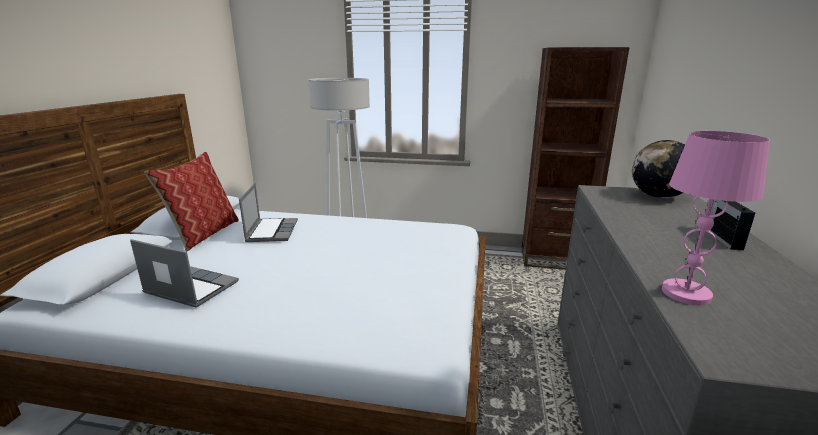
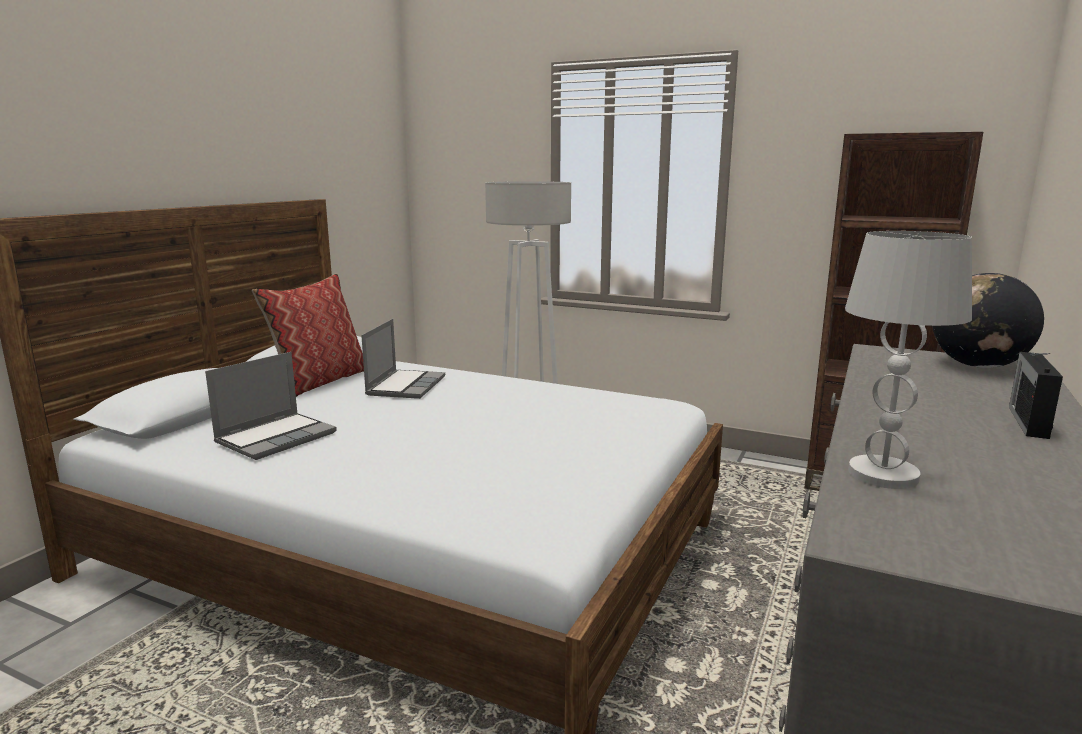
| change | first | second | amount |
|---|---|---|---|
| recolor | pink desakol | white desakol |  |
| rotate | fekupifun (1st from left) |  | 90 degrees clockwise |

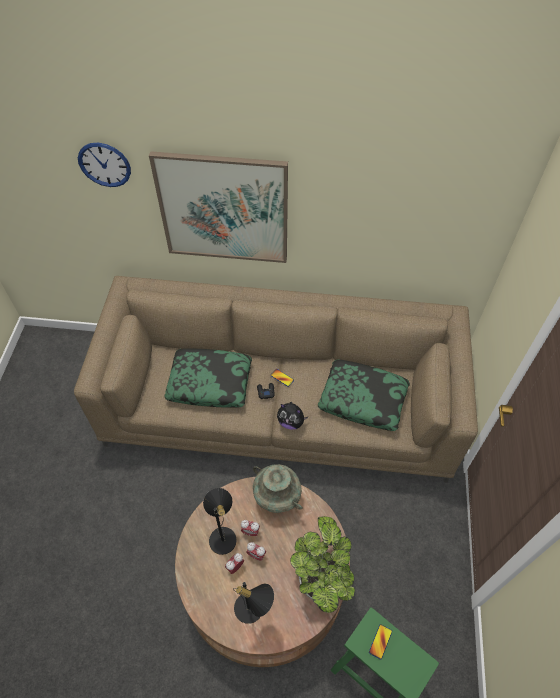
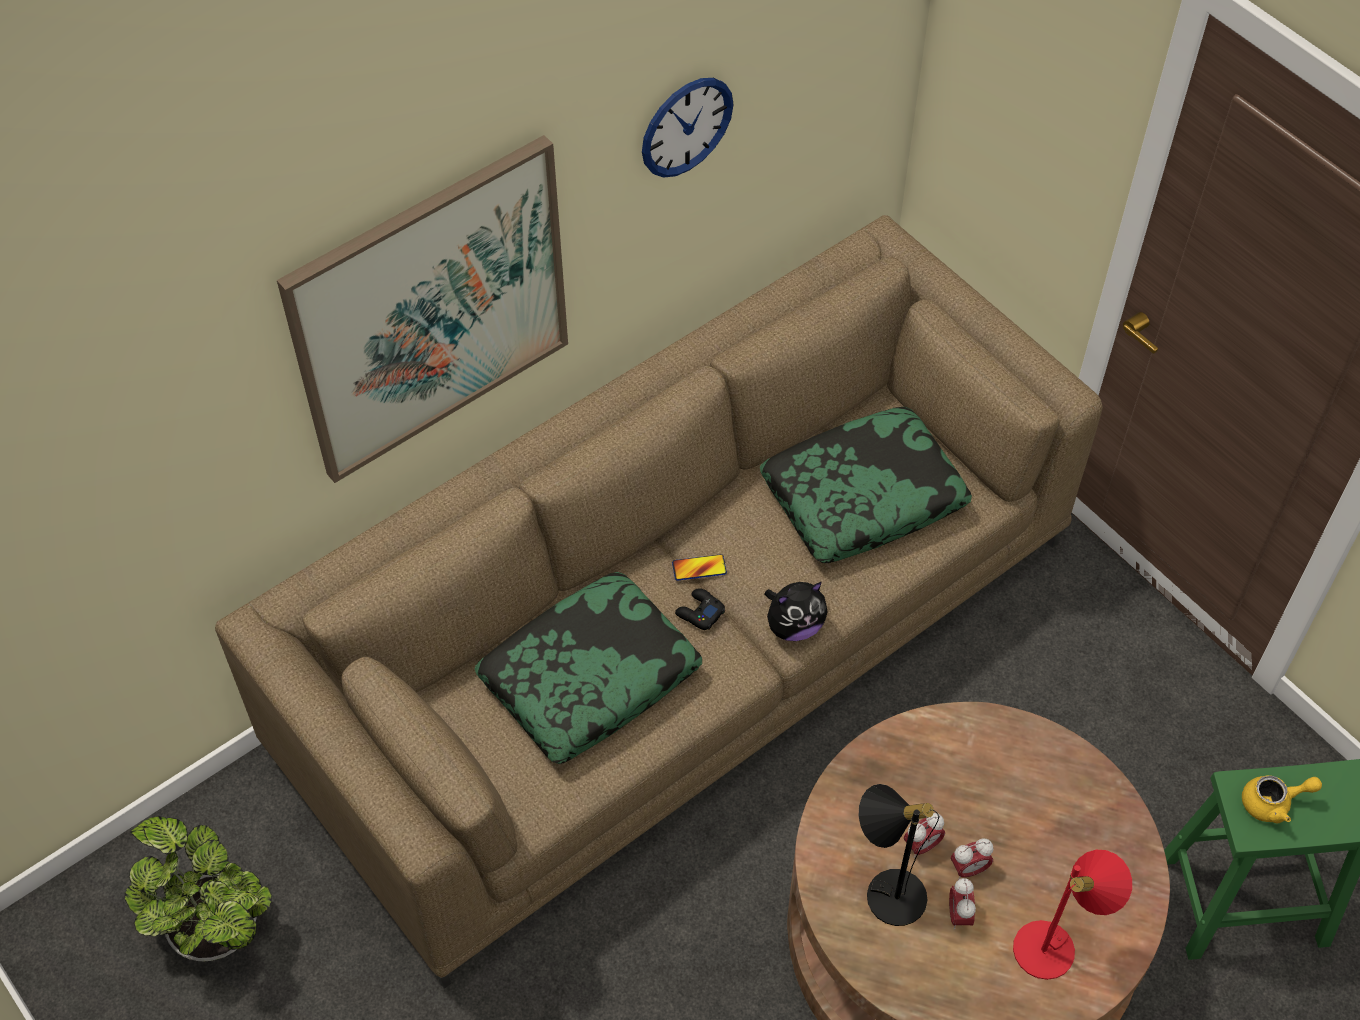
| change | first | second | amount |
|---|---|---|---|
| move | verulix |  |  |
| delete | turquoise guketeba |  |  |
| move | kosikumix |  |  |
| recolor | black desakol (2nd from left) | red desakol |  |
| replace | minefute (2nd from left) | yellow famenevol |  |

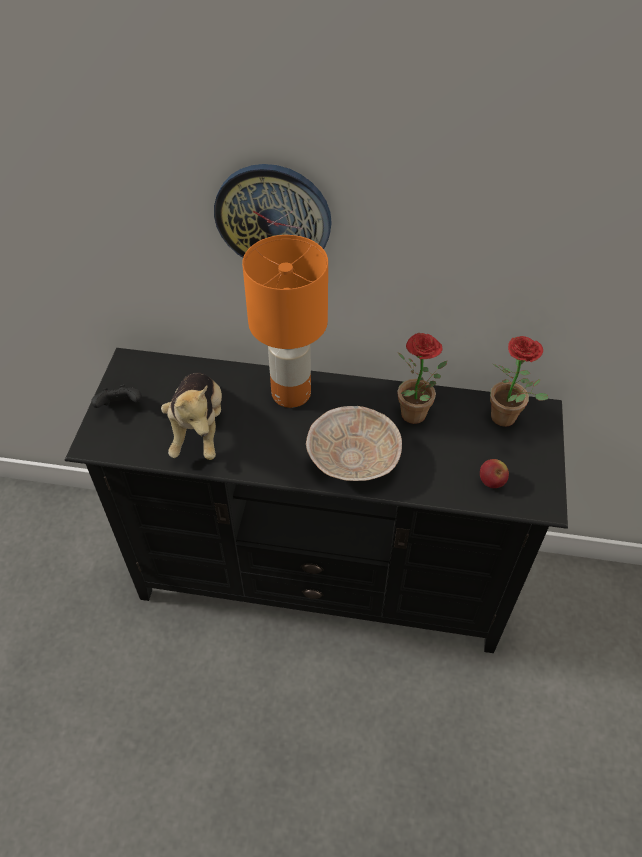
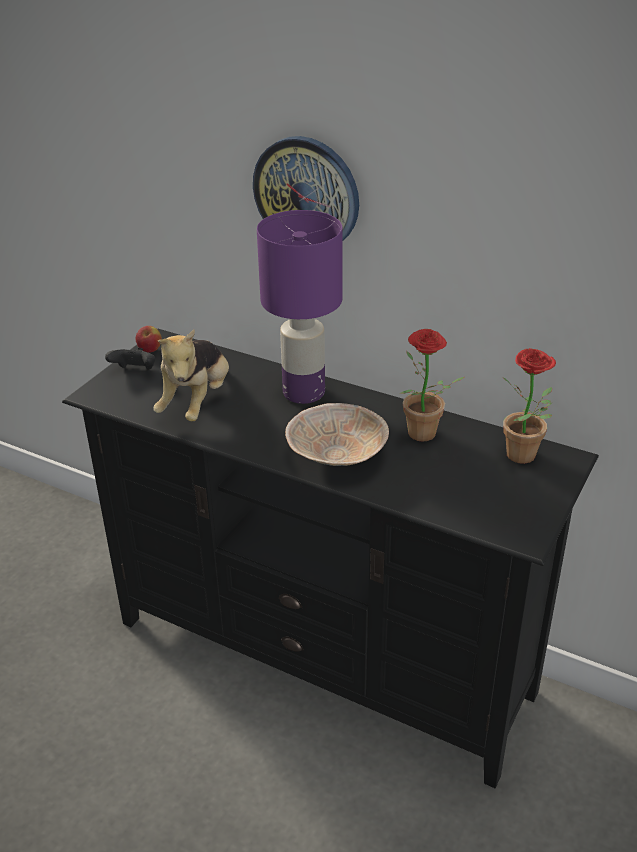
| change | first | second | amount |
|---|---|---|---|
| recolor | orange desakol | purple desakol |  |
| move | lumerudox |  |  |

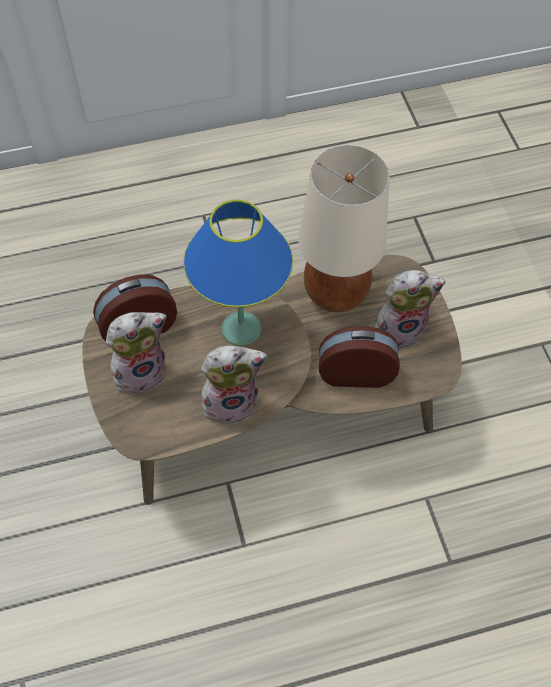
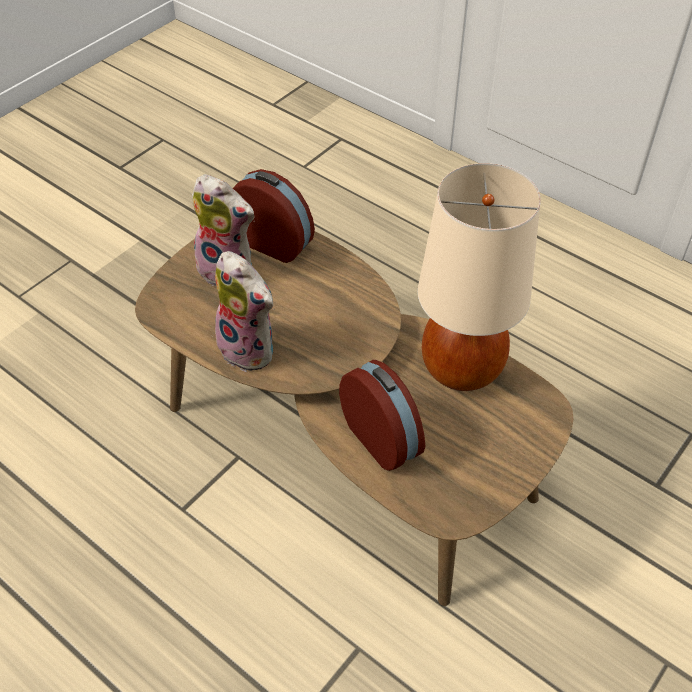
| change | first | second | amount |
|---|---|---|---|
| delete | blue desakol |  |  |
| delete | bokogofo (3rd from left) |  |  |

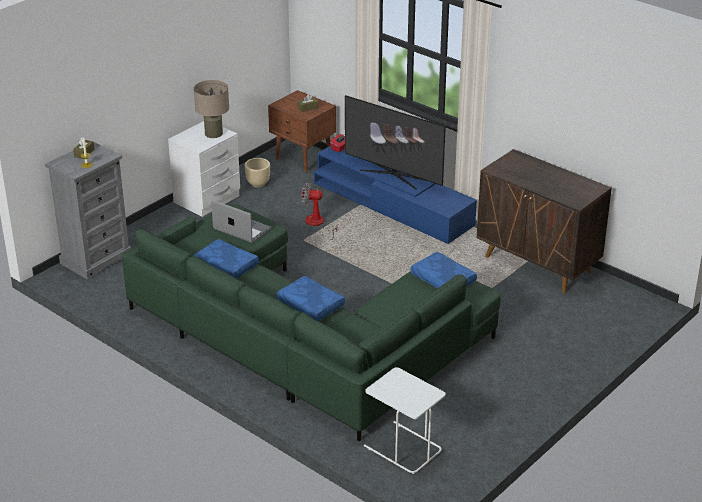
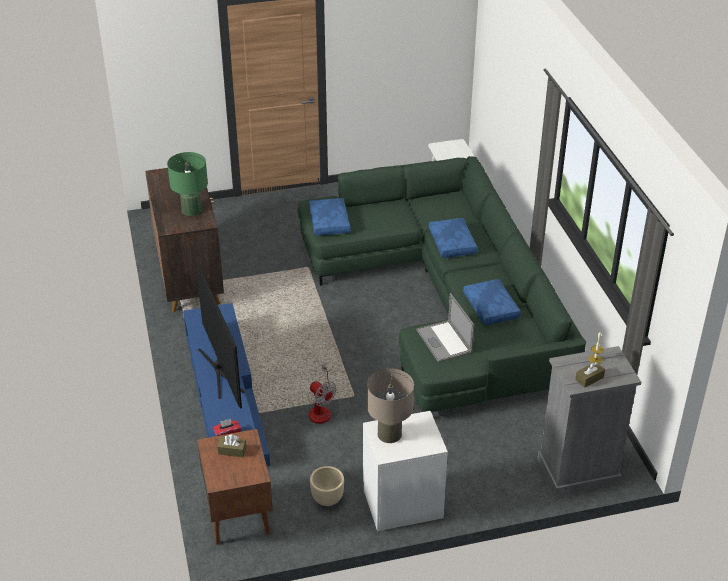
| change | first | second | amount |
|---|---|---|---|
| insert |  | green desakol |  |

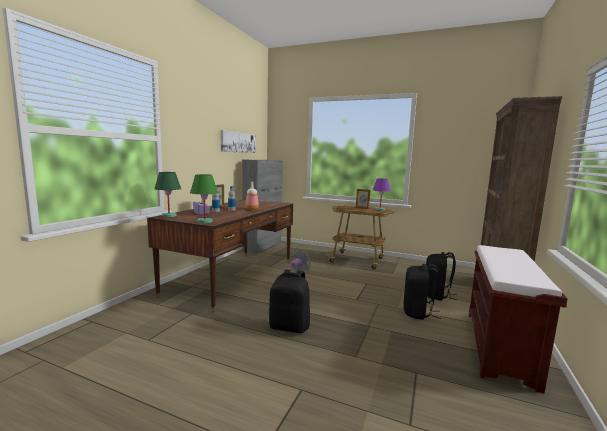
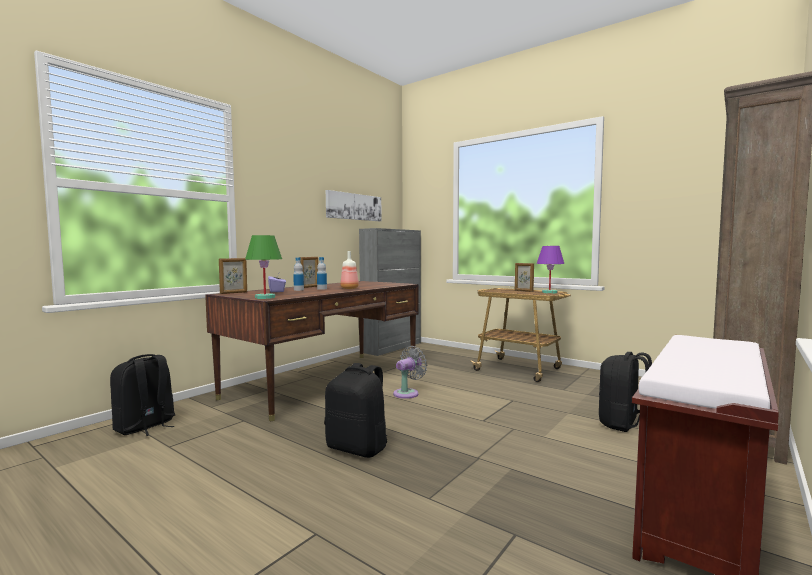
| change | first | second | amount |
|---|---|---|---|
| replace | green desakol (1st from left) | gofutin (1st from left) |  |
| move | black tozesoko (2nd from left in the first image) | black tozesoko (1st from left) |  |

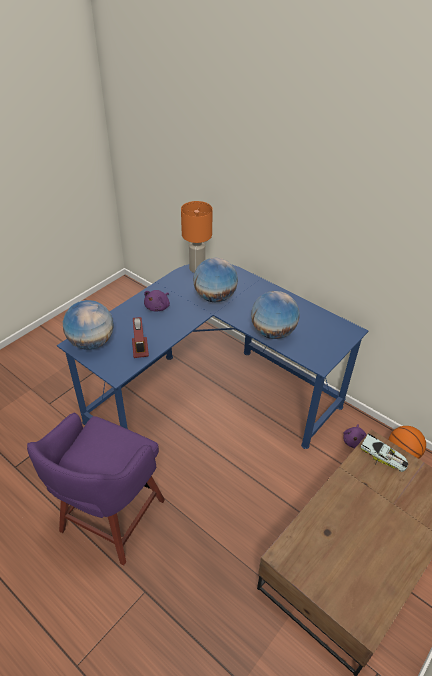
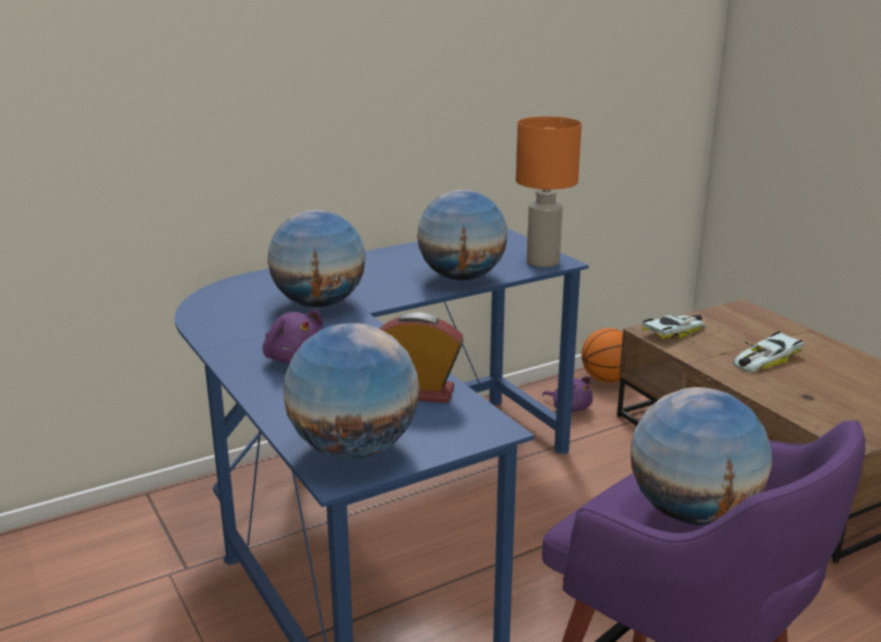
| change | first | second | amount |
|---|---|---|---|
| move | orange desakol |  |  |
| insert |  | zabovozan (2nd from left) |  |
| insert |  | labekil (4th from left) |  |

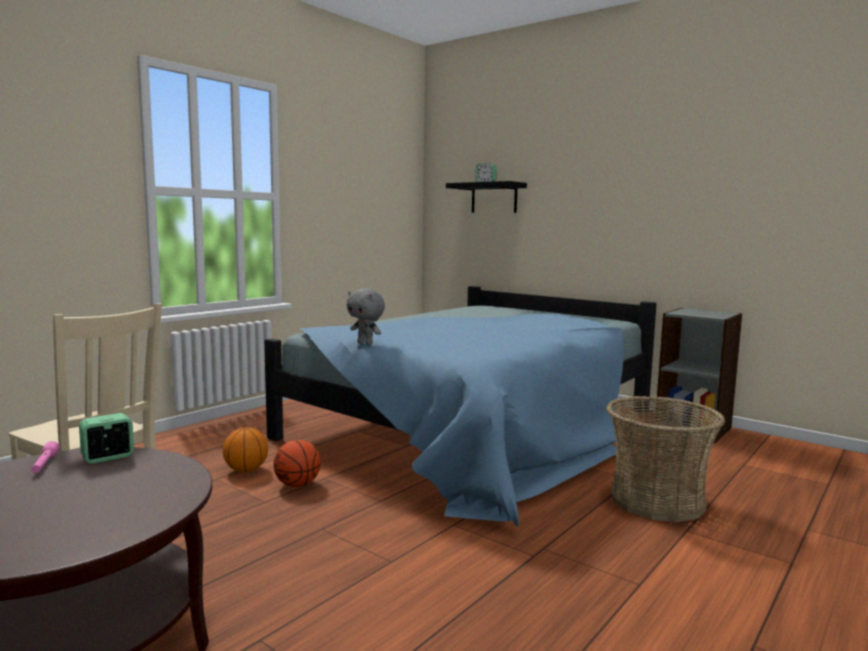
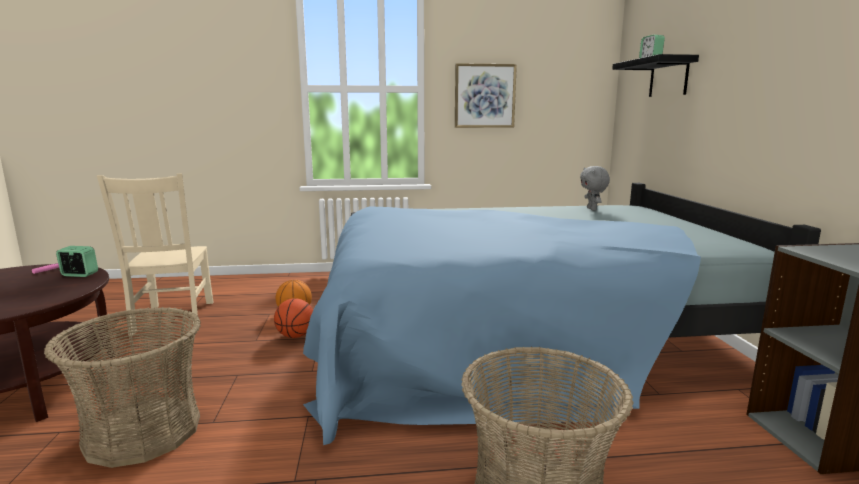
| change | first | second | amount |
|---|---|---|---|
| move | grey bokogofo |  |  |
| insert |  | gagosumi |  |
| insert |  | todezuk (1st from left) |  |

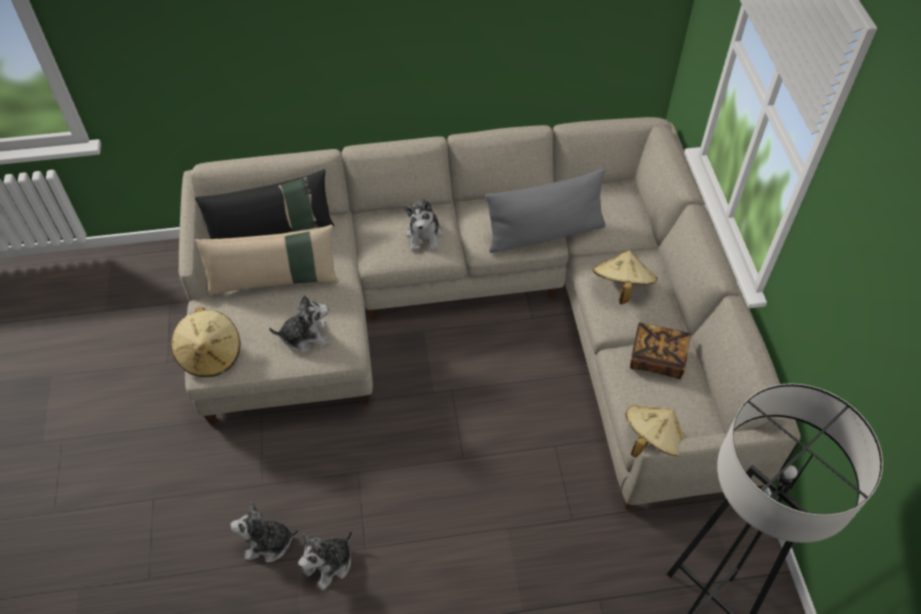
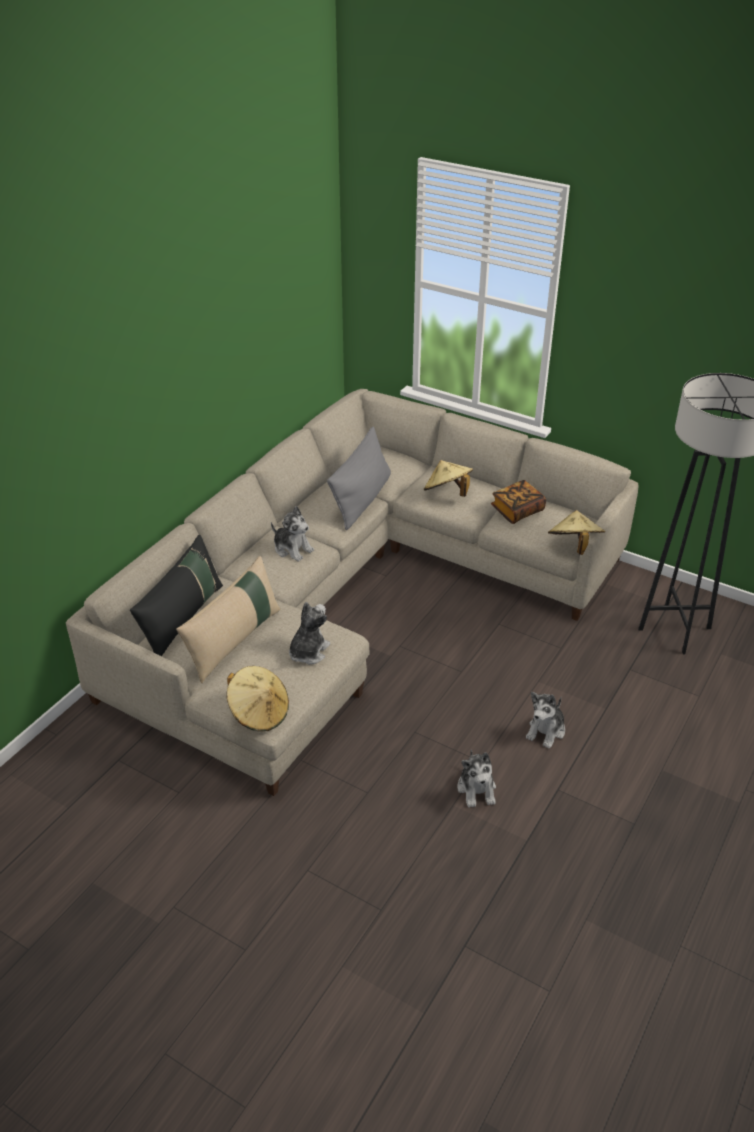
| change | first | second | amount |
|---|---|---|---|
| move | bokogofo (1st from left in the first image) | bokogofo (4th from left) |  |

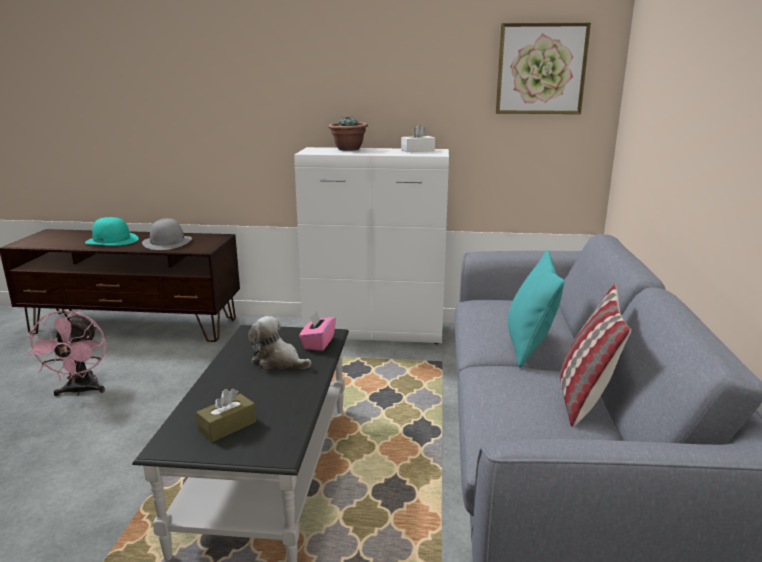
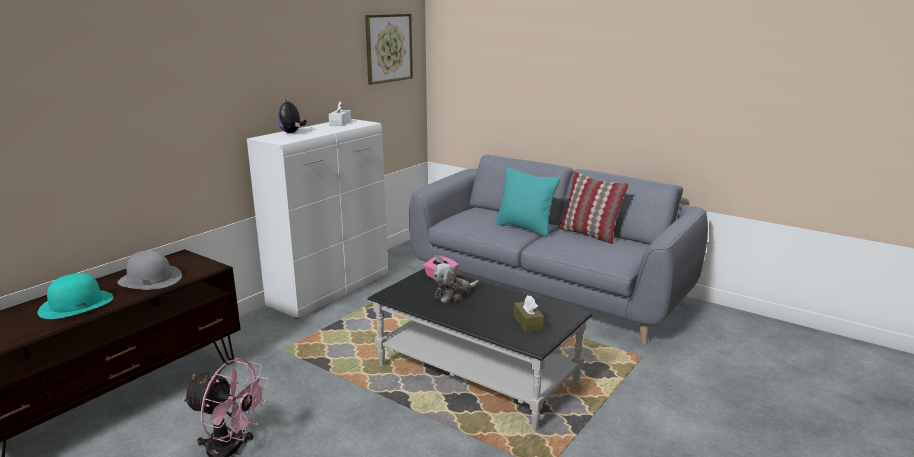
| change | first | second | amount |
|---|---|---|---|
| replace | kosikumix | bokogofo (1st from left) |  |

